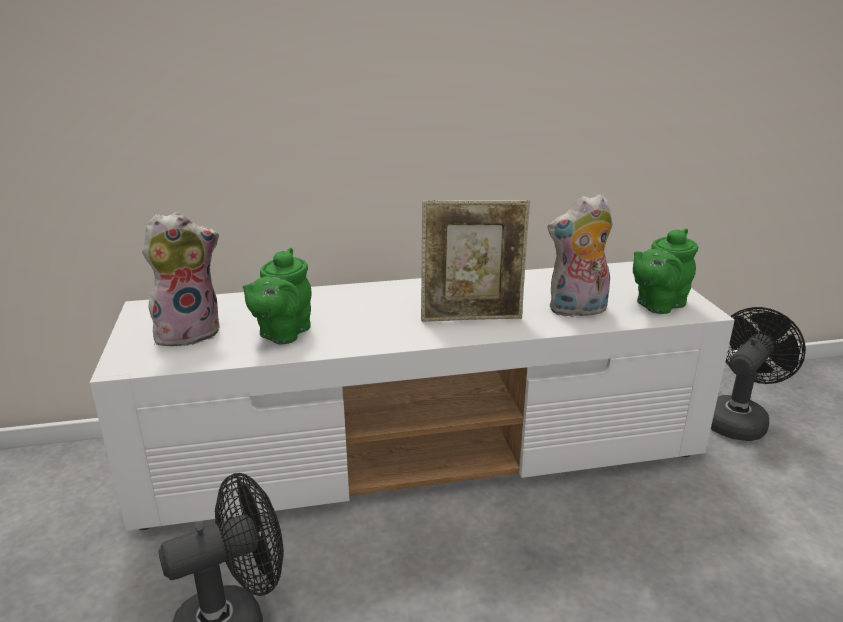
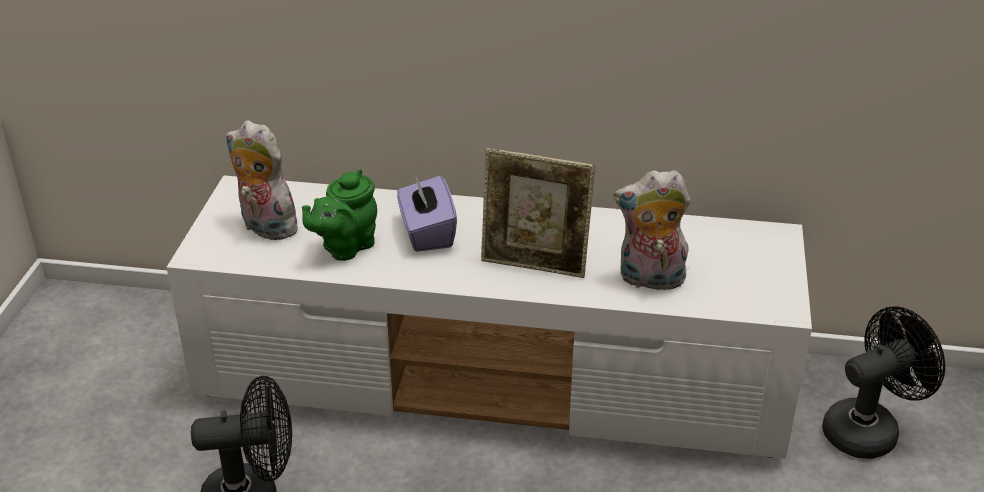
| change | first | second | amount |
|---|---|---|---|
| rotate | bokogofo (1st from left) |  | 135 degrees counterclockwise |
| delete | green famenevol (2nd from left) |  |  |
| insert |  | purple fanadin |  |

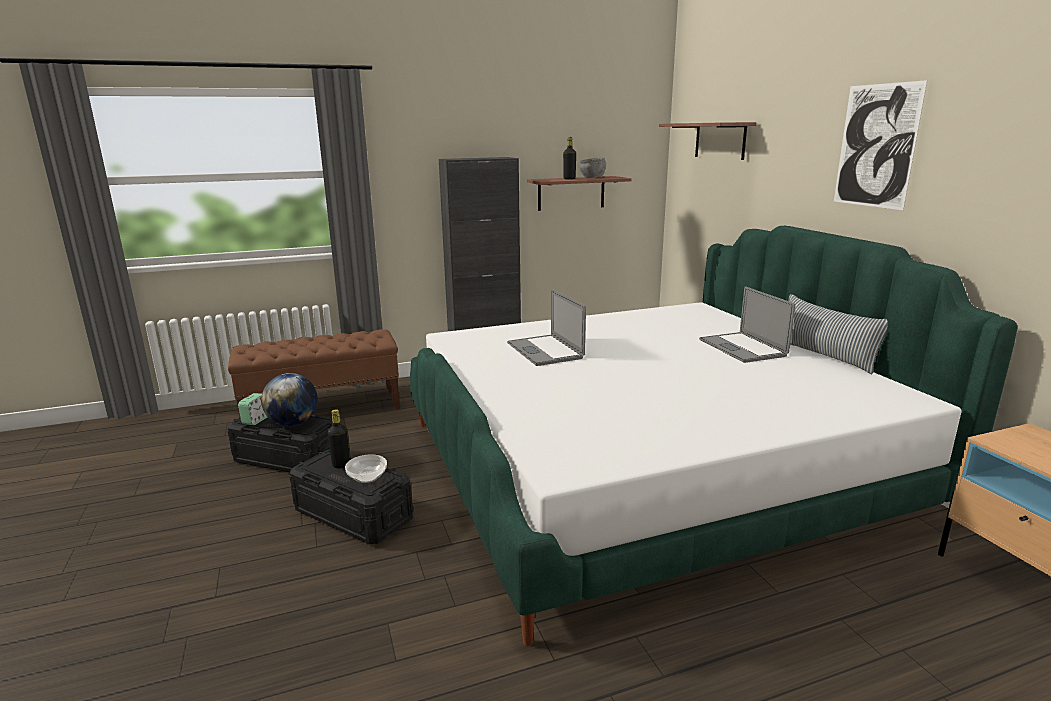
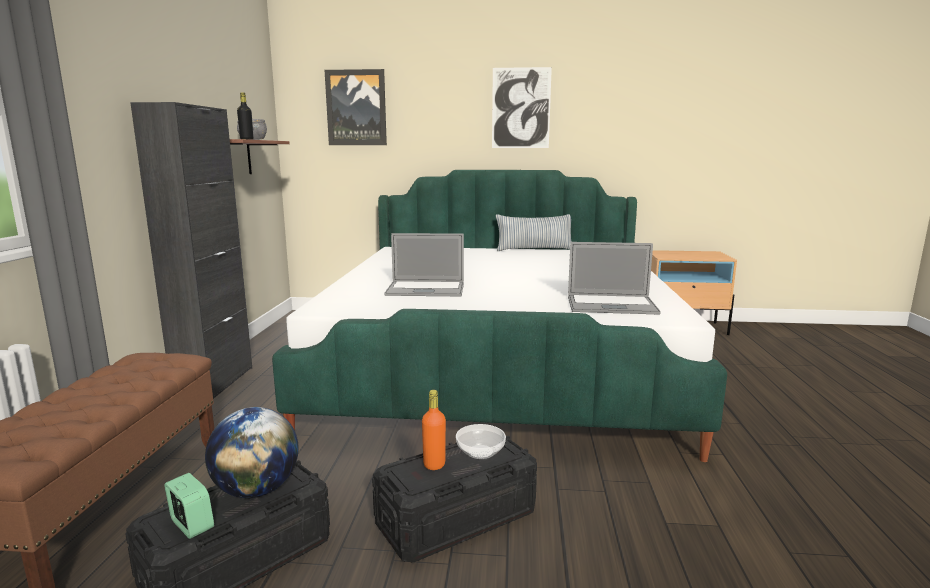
| change | first | second | amount |
|---|---|---|---|
| replace | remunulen (2nd from left) | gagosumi (1st from left) |  |
| move | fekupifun (2nd from left) |  |  |
| recolor | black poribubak (1st from left) | orange poribubak |  |

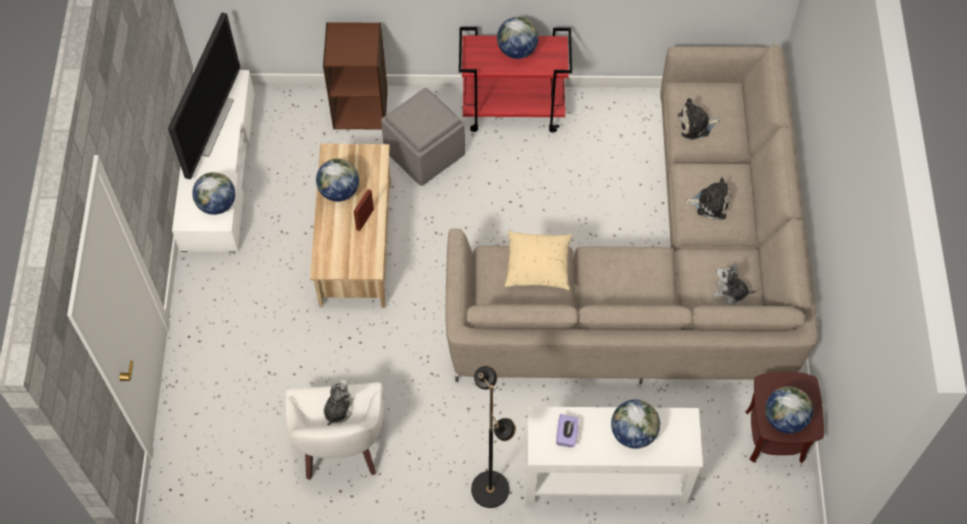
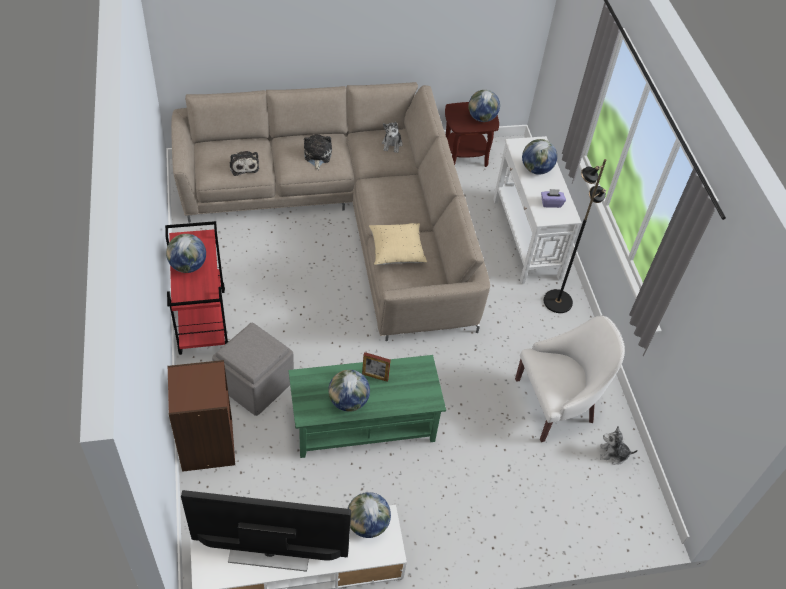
| change | first | second | amount |
|---|---|---|---|
| recolor | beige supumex | green supumex |  |
| move | bokogofo (1st from left in the first image) | bokogofo (4th from left) |  |

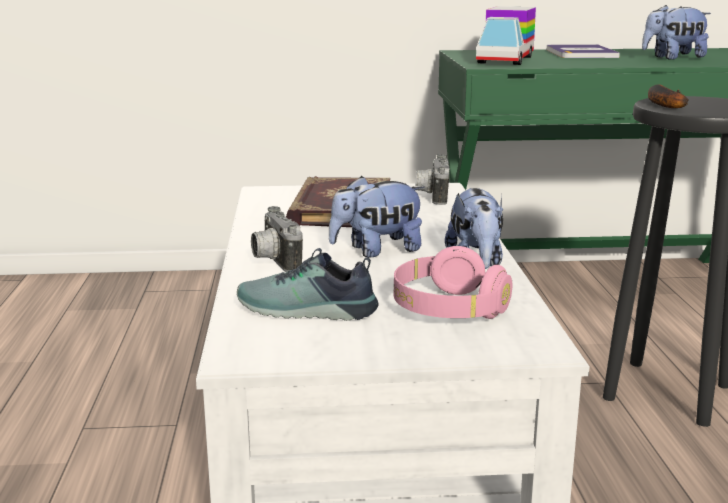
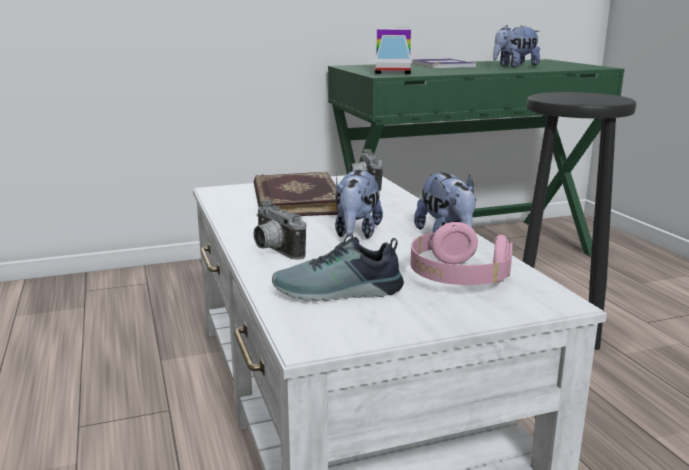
| change | first | second | amount |
|---|---|---|---|
| delete | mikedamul |  |  |
| rotate | bokogofo (1st from left) |  | 45 degrees counterclockwise |

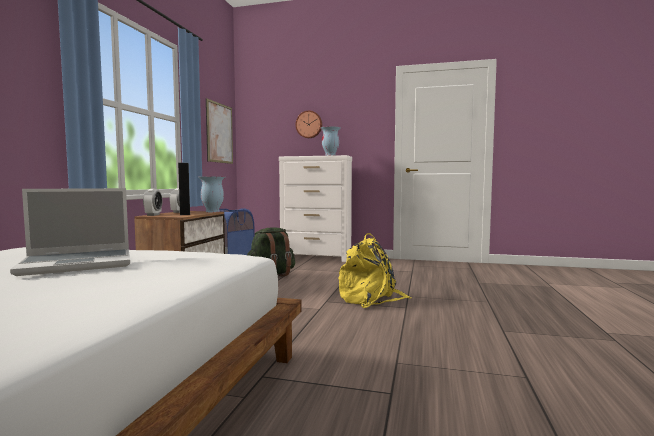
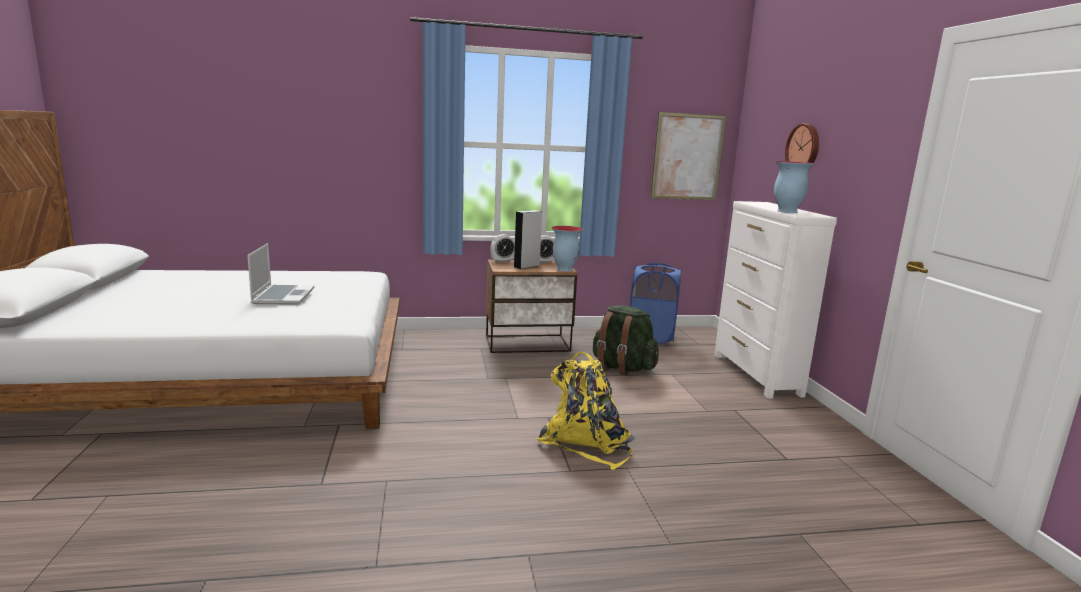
| change | first | second | amount |
|---|---|---|---|
| rotate | fekupifun |  | 135 degrees counterclockwise |

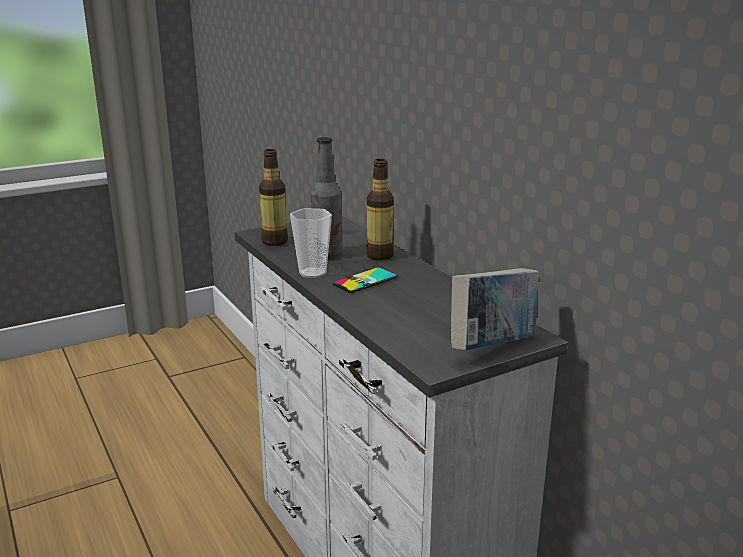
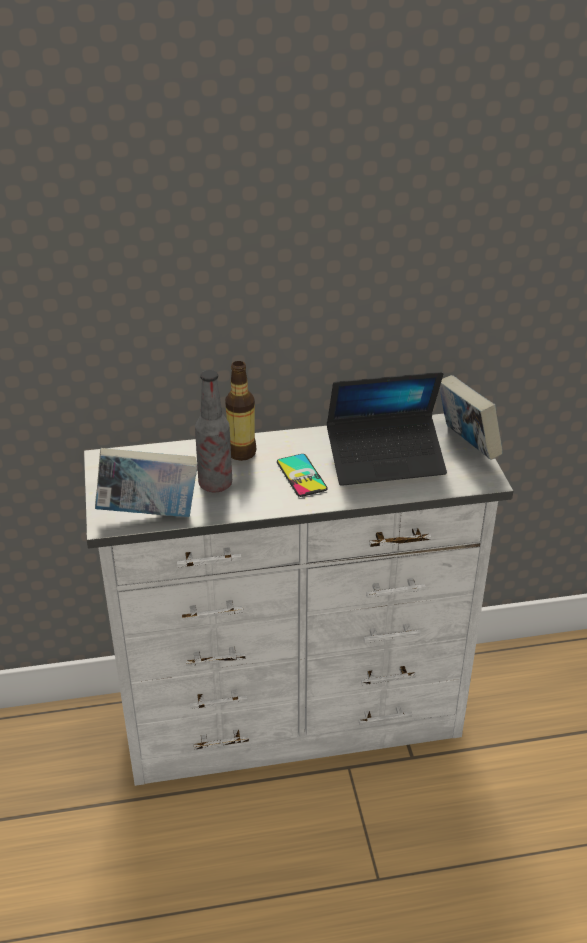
| change | first | second | amount |
|---|---|---|---|
| replace | poribubak (1st from left) | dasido (1st from left) |  |
| delete | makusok |  |  |
| insert |  | fekupifun |  |

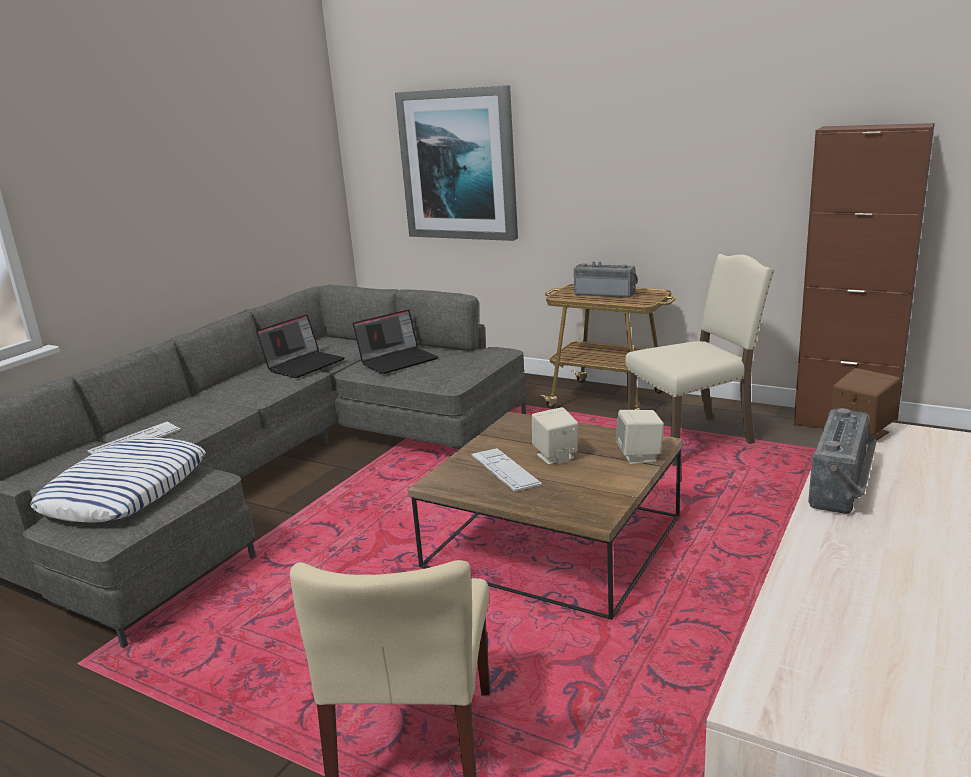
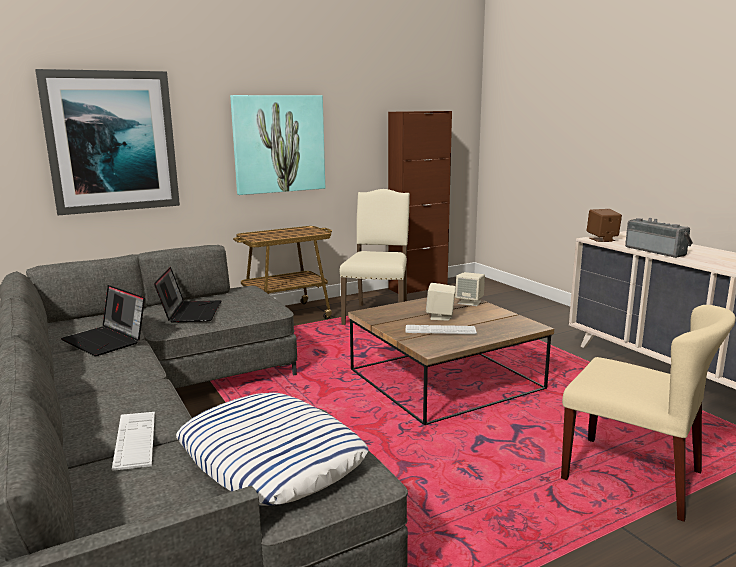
| change | first | second | amount |
|---|---|---|---|
| delete | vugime (1st from left) |  |  |
| rotate | fekupifun (1st from left) |  | 150 degrees clockwise |
| insert |  | gagosumi (2nd from left) |  |

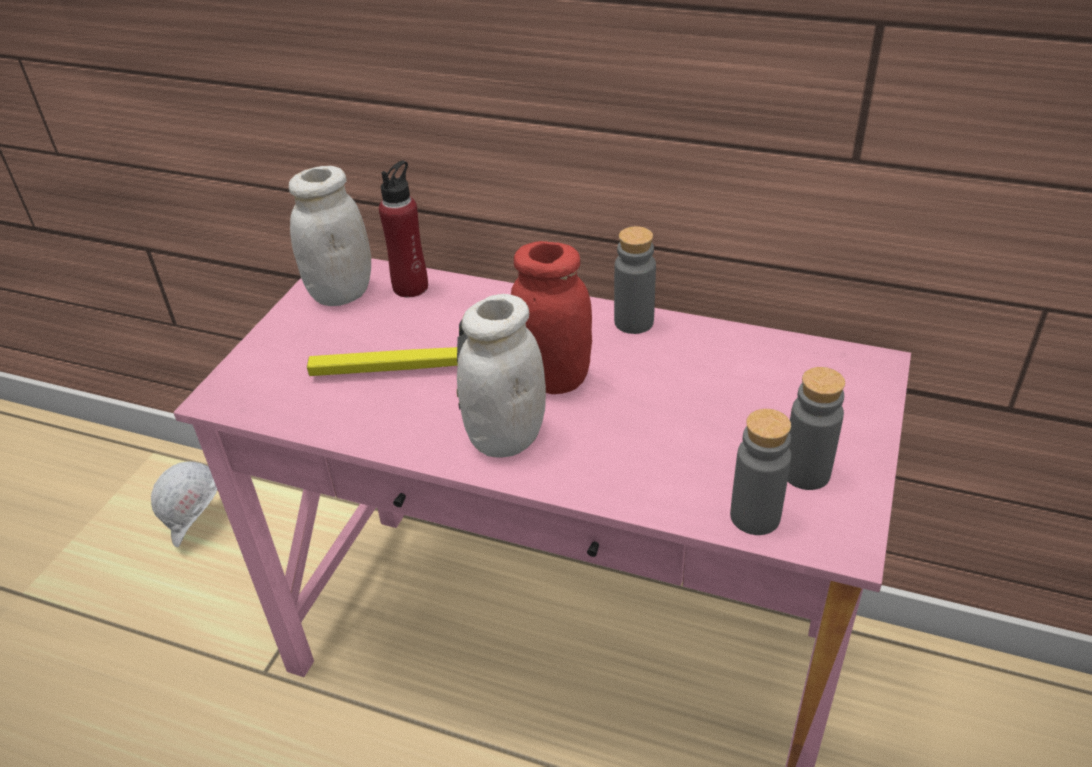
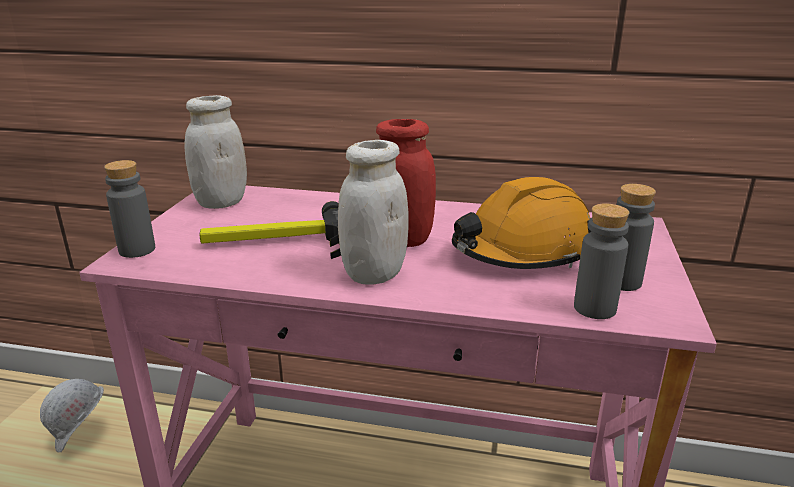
| change | first | second | amount |
|---|---|---|---|
| delete | red poribubak |  |  |
| move | grey poribubak (1st from left) |  |  |
| insert |  | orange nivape |  |

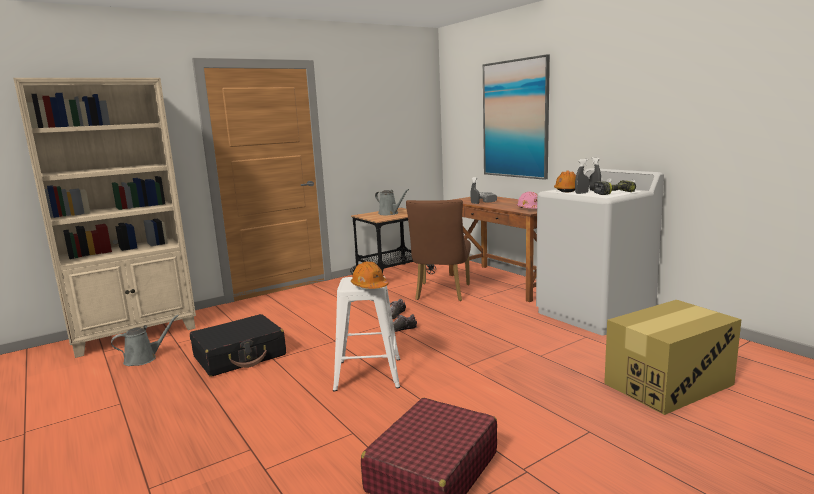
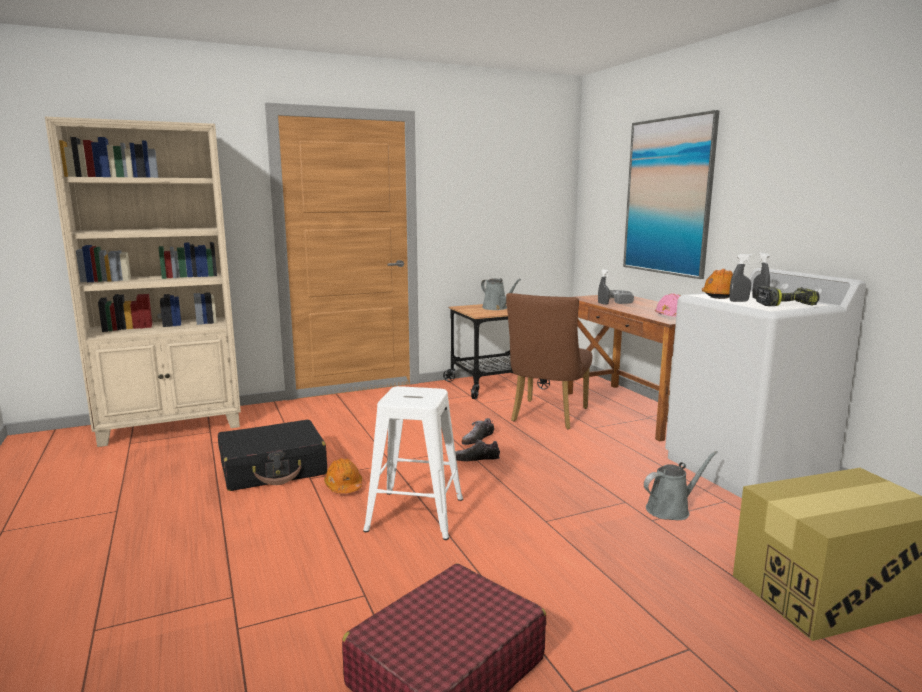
| change | first | second | amount |
|---|---|---|---|
| move | orange nivape (1st from left) |  |  |
| move | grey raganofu (1st from left in the first image) | grey raganofu (2nd from left) |  |

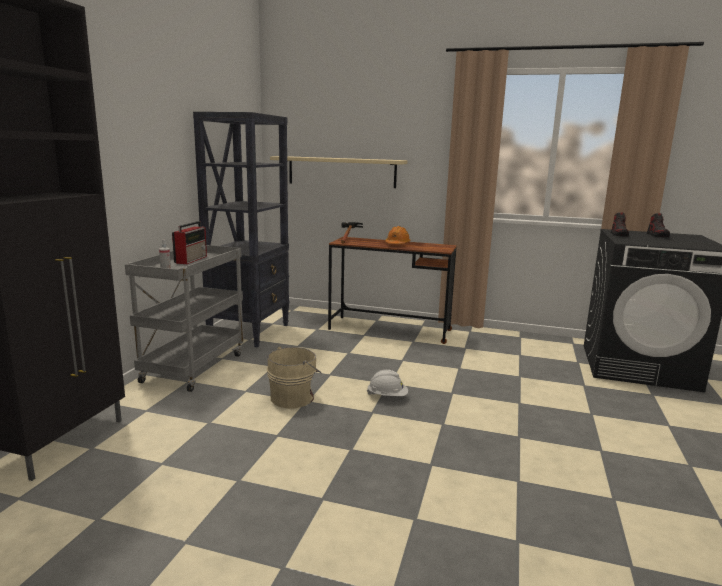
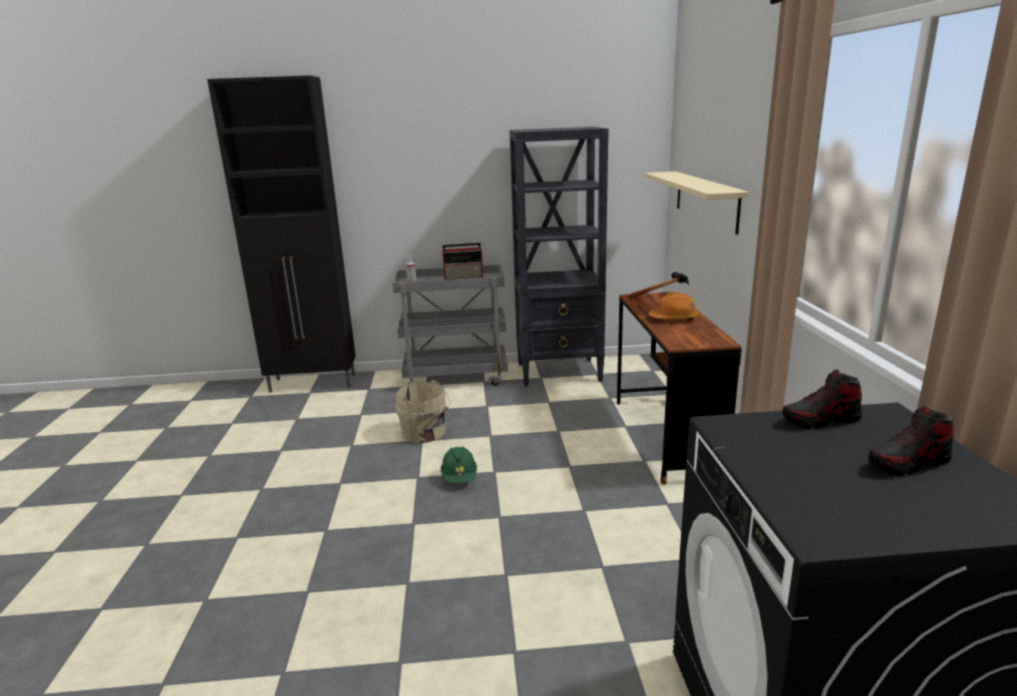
| change | first | second | amount |
|---|---|---|---|
| recolor | white nivape | green nivape |  |

